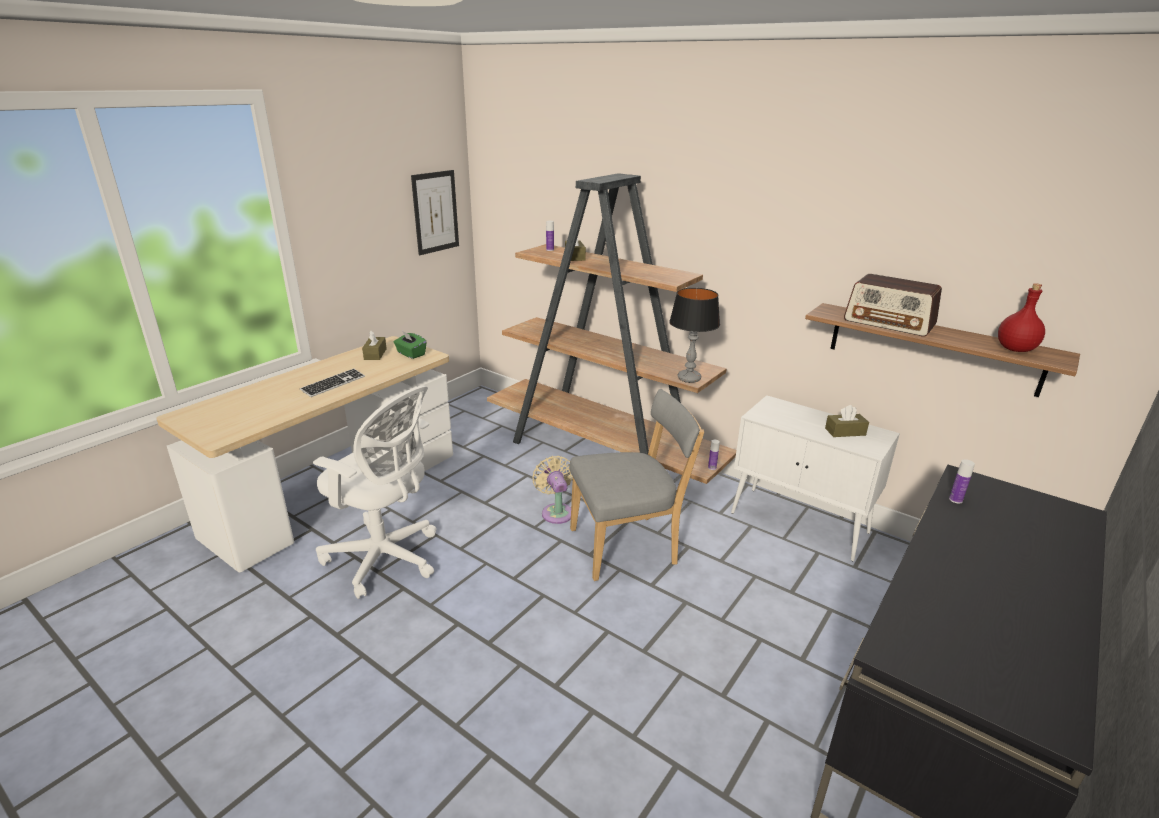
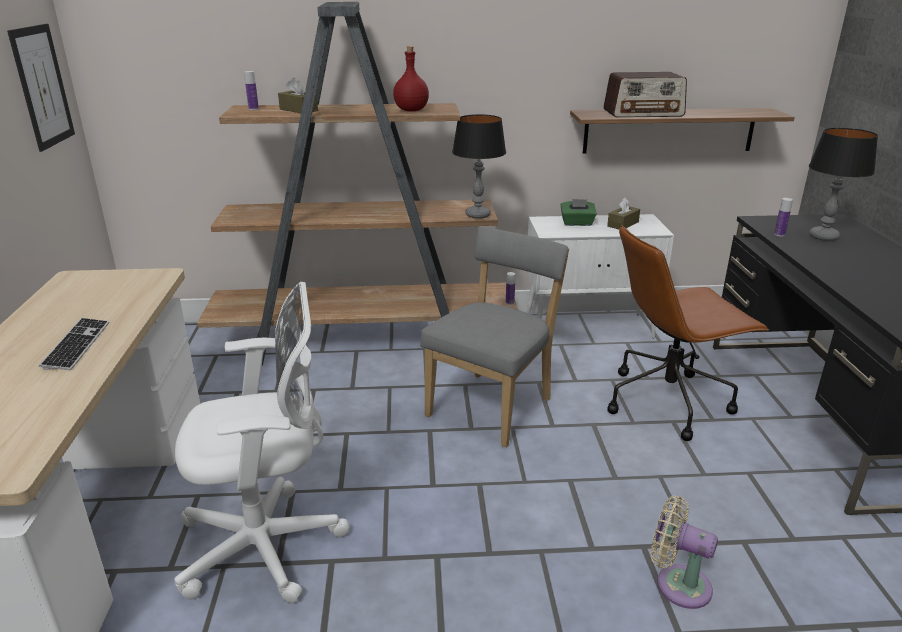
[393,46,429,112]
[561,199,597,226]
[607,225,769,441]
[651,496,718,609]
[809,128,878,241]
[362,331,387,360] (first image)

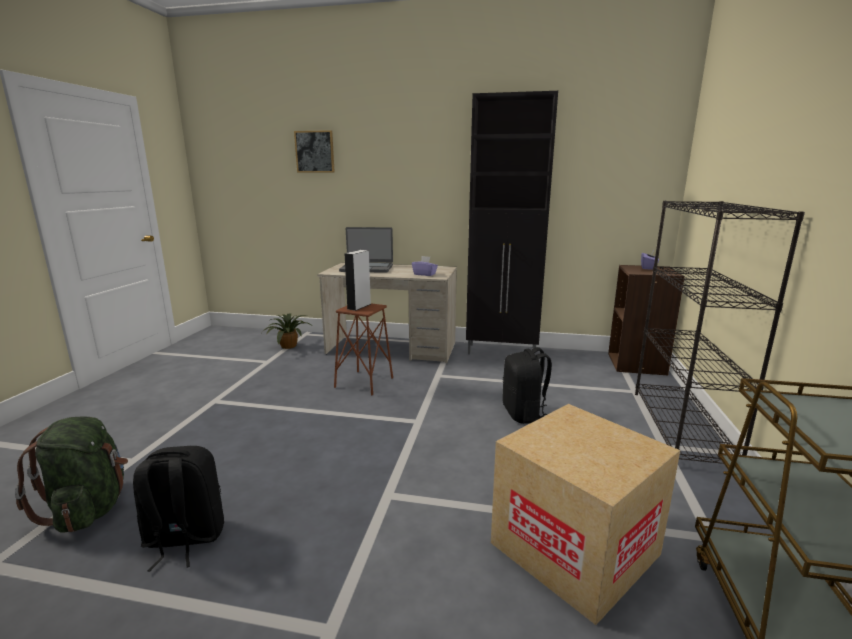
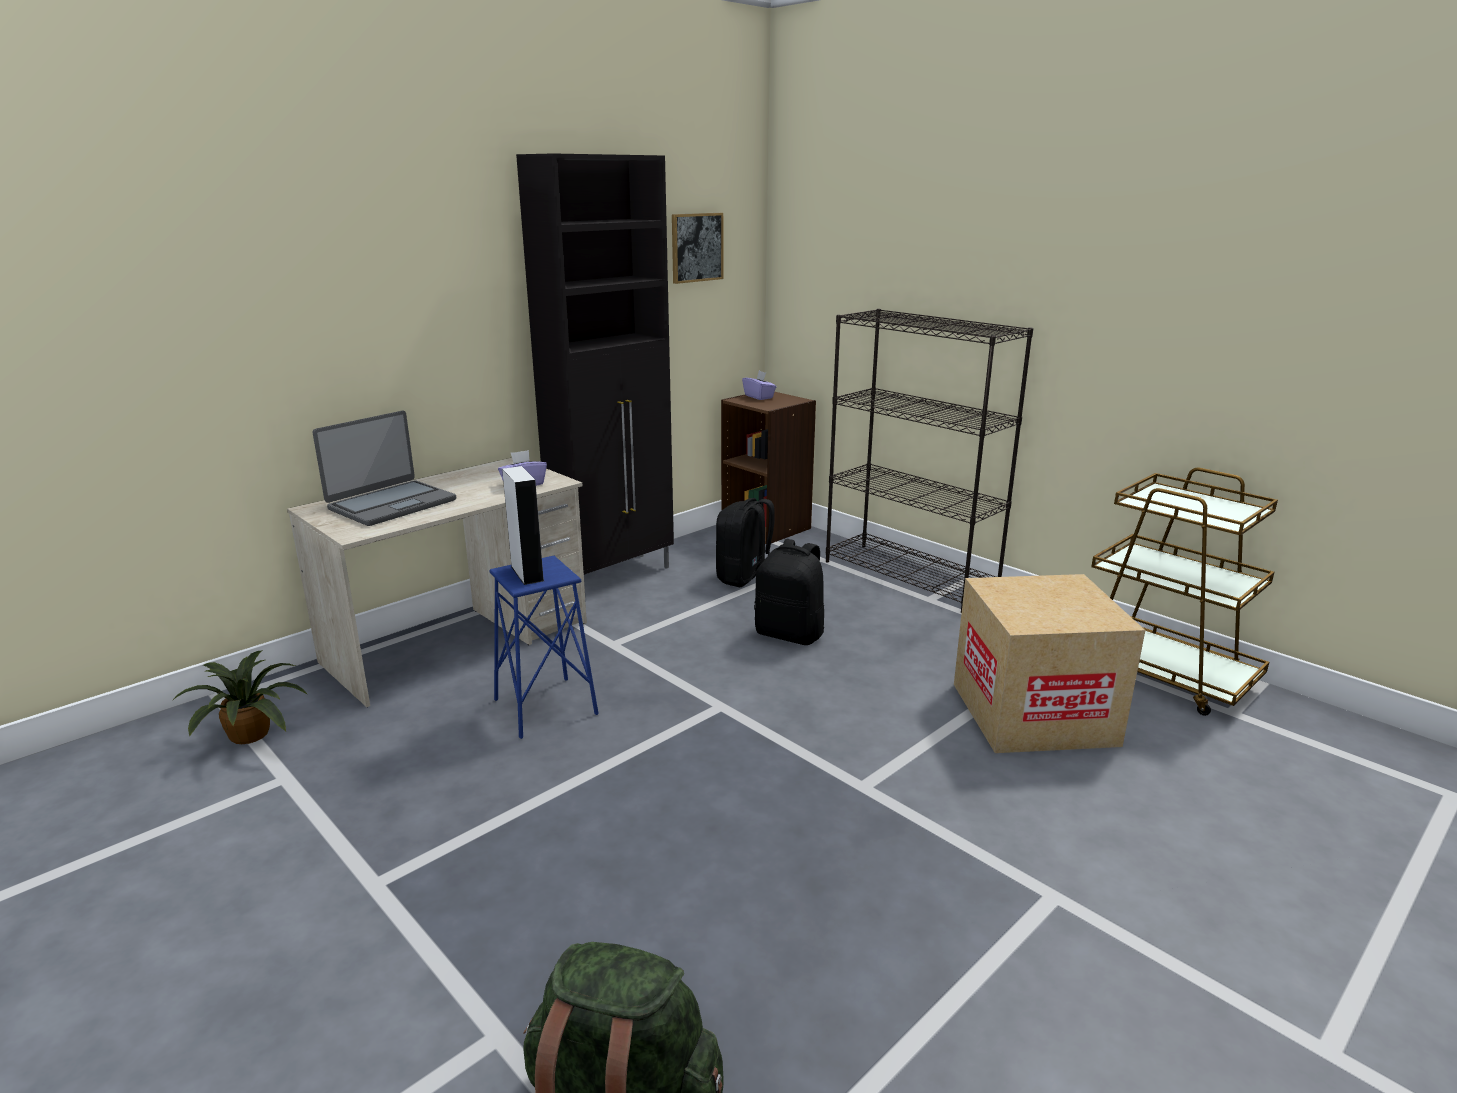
[489,556,599,739]
[672,213,723,284]
[716,498,775,587]

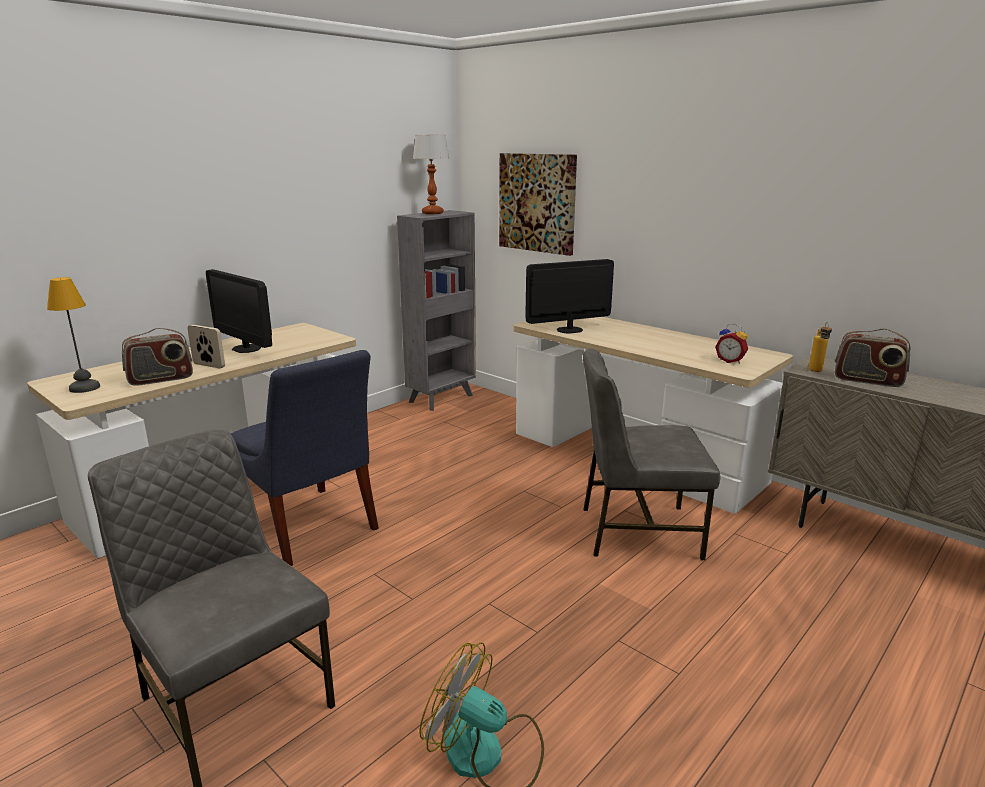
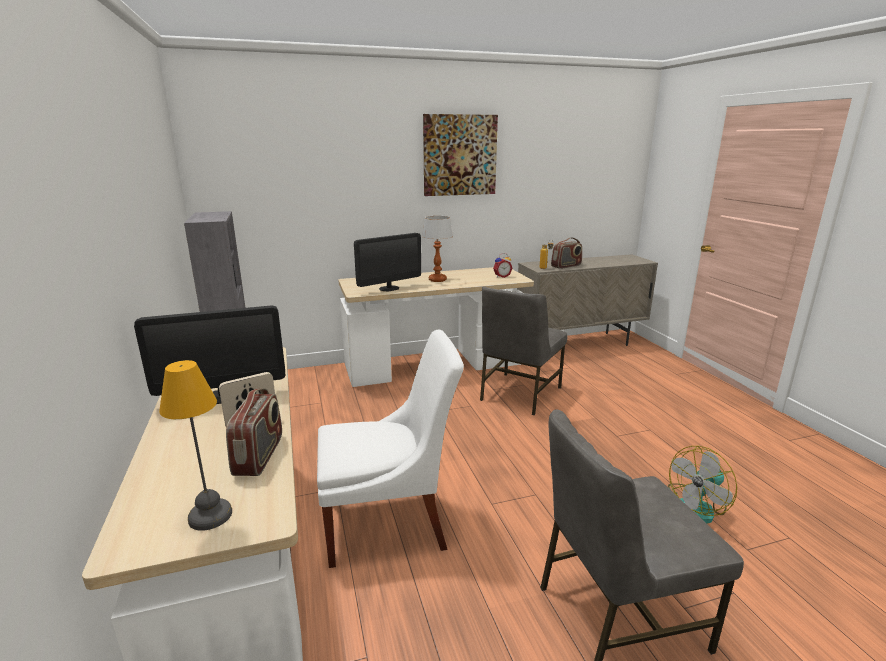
[317,330,464,568]
[354,233,421,291]
[422,216,453,282]
[423,114,498,196]

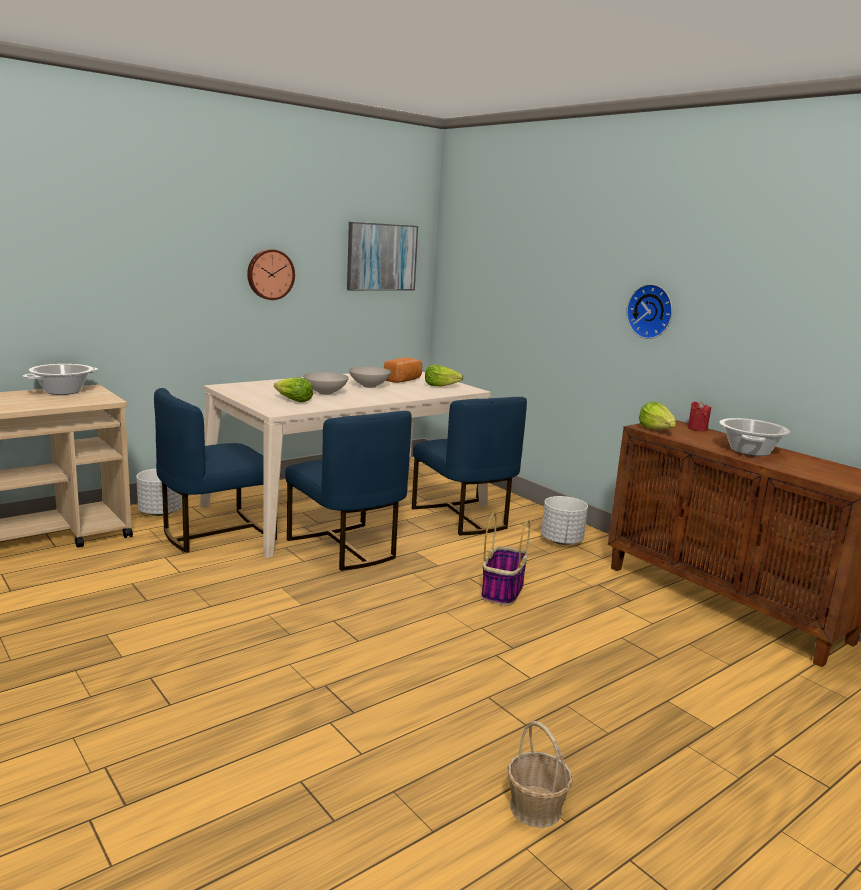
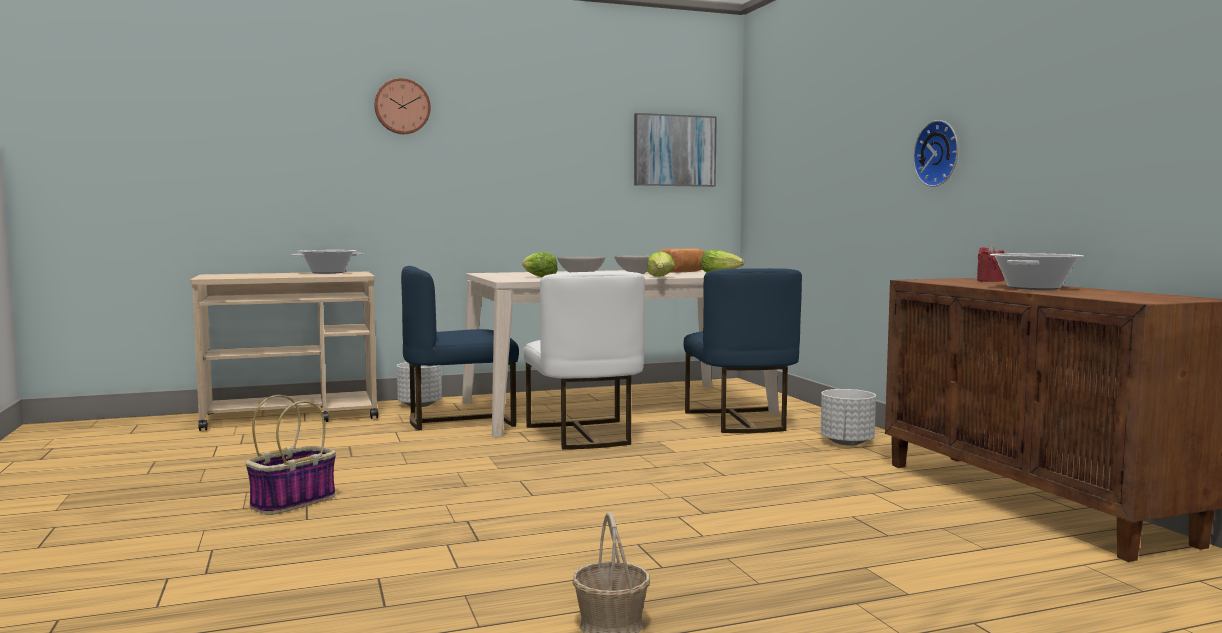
[245,395,336,515]
[374,78,431,134]
[523,272,645,449]
[647,251,675,277]

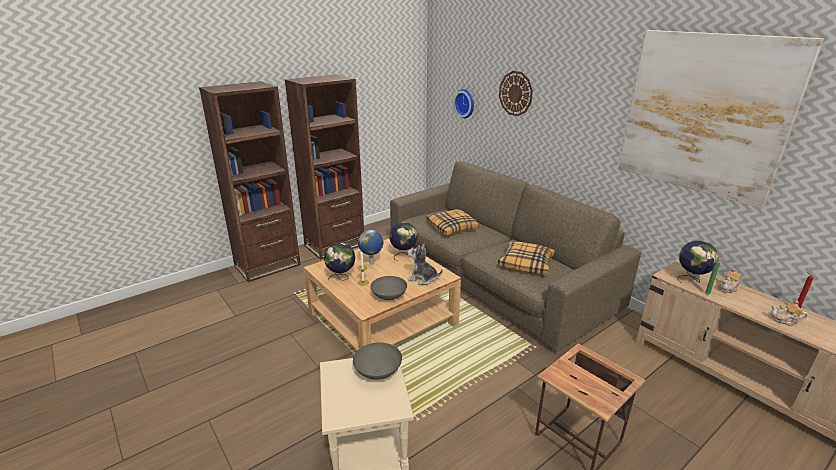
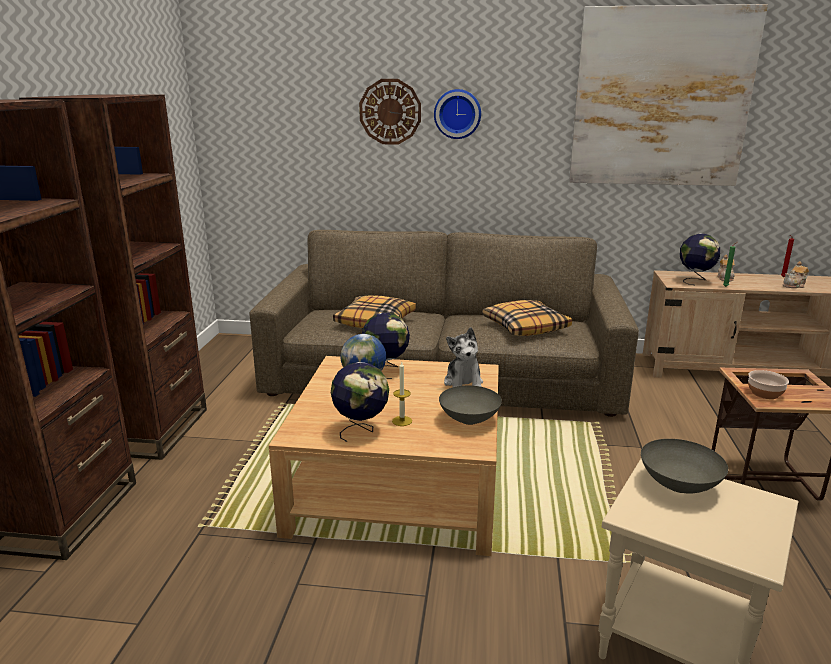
[434,89,481,139]
[444,327,483,387]
[748,370,789,399]

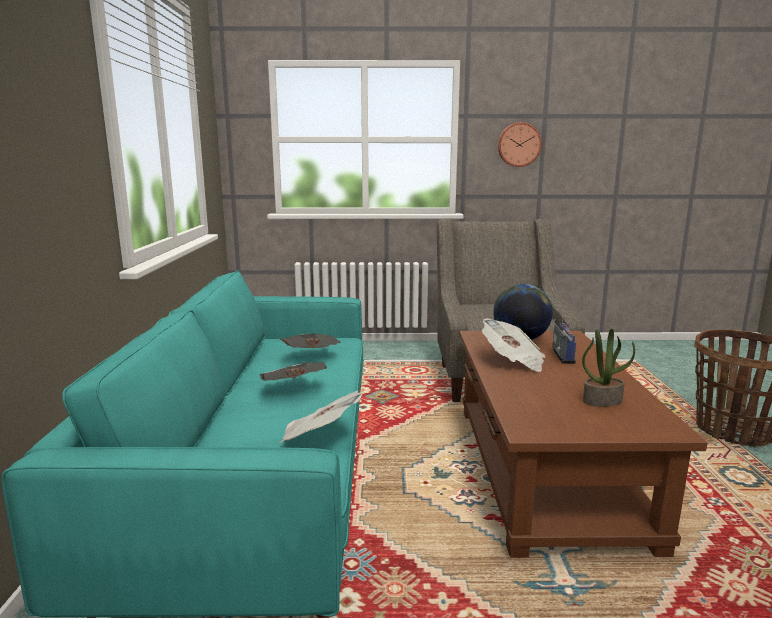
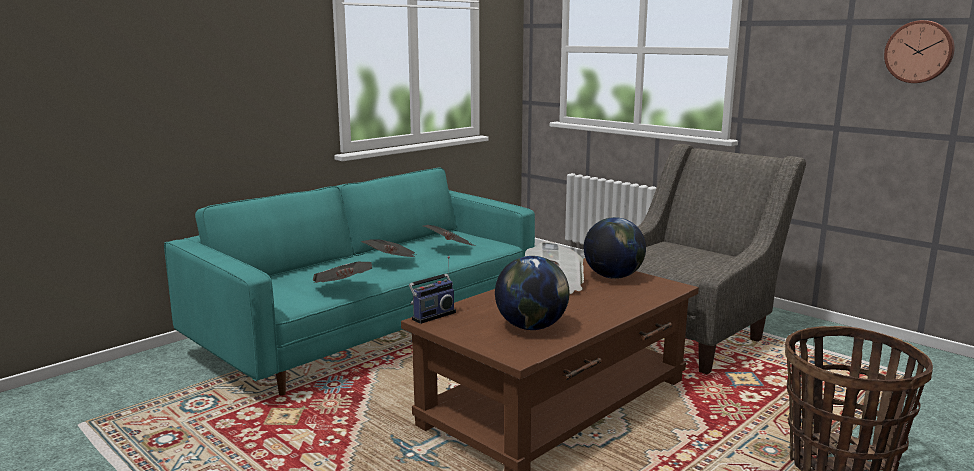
[409,256,456,324]
[495,256,570,330]
[884,20,955,83]

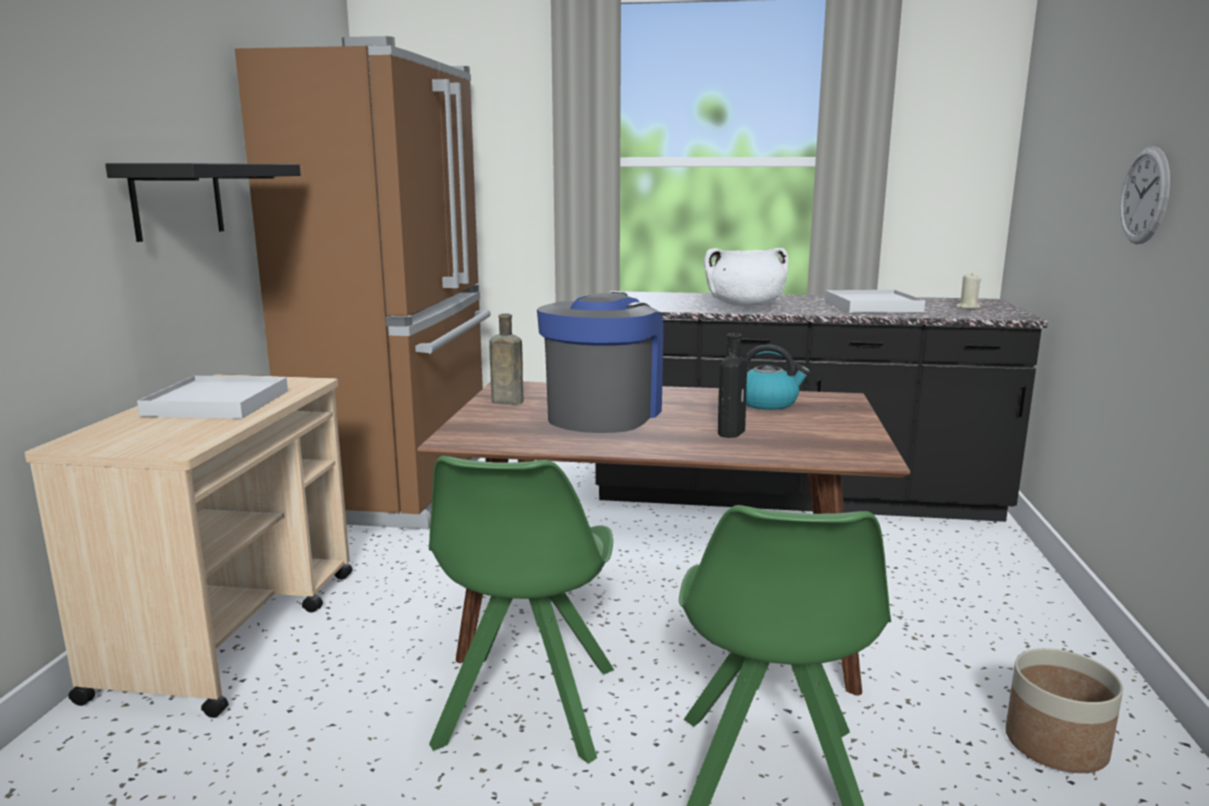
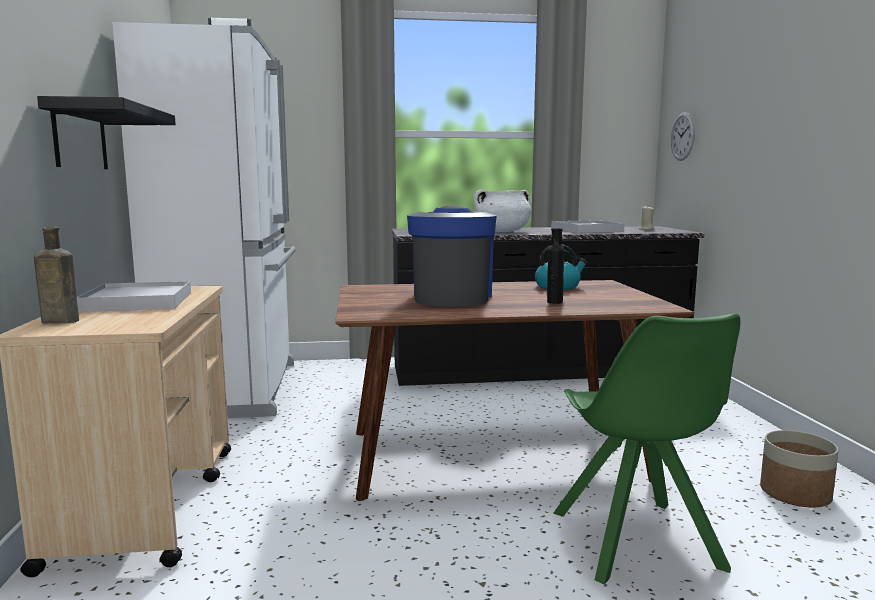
[34,227,79,324]
[112,18,296,418]
[671,112,695,161]
[429,456,614,764] (first image)

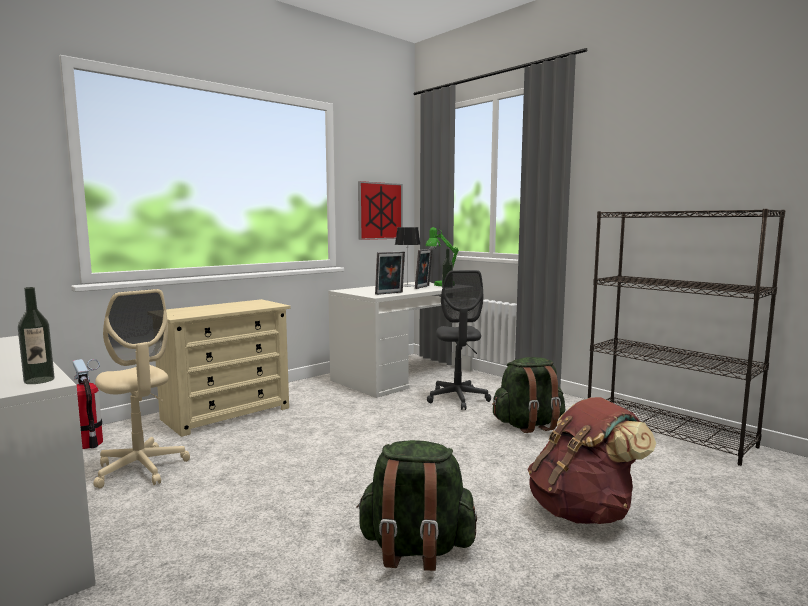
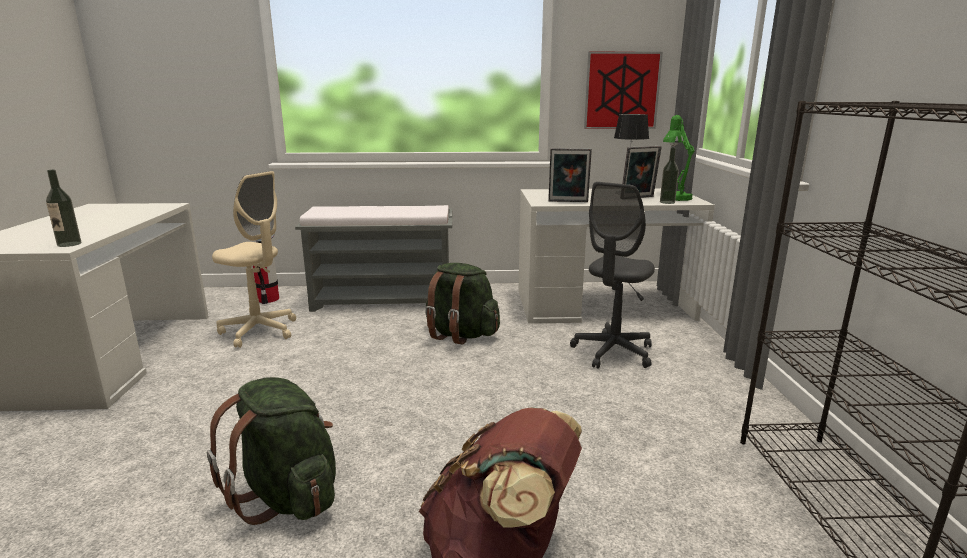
[212,171,296,348]
[295,205,453,312]
[425,263,500,344]

